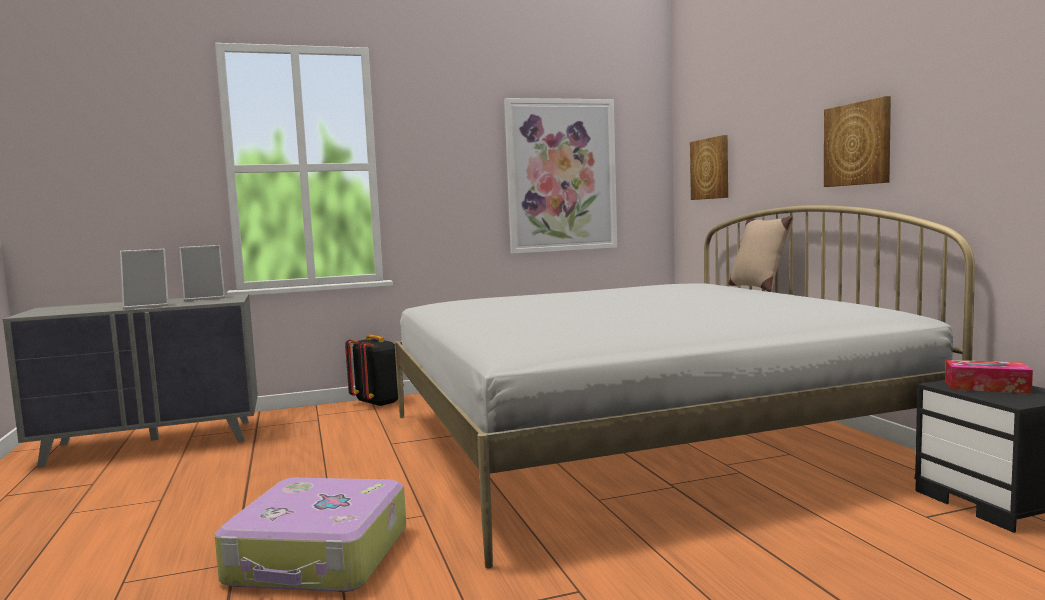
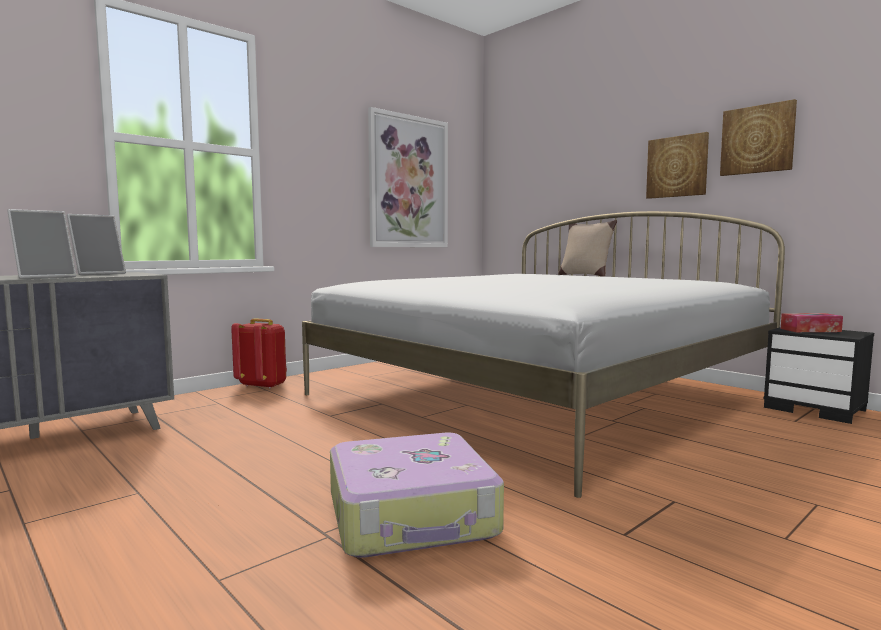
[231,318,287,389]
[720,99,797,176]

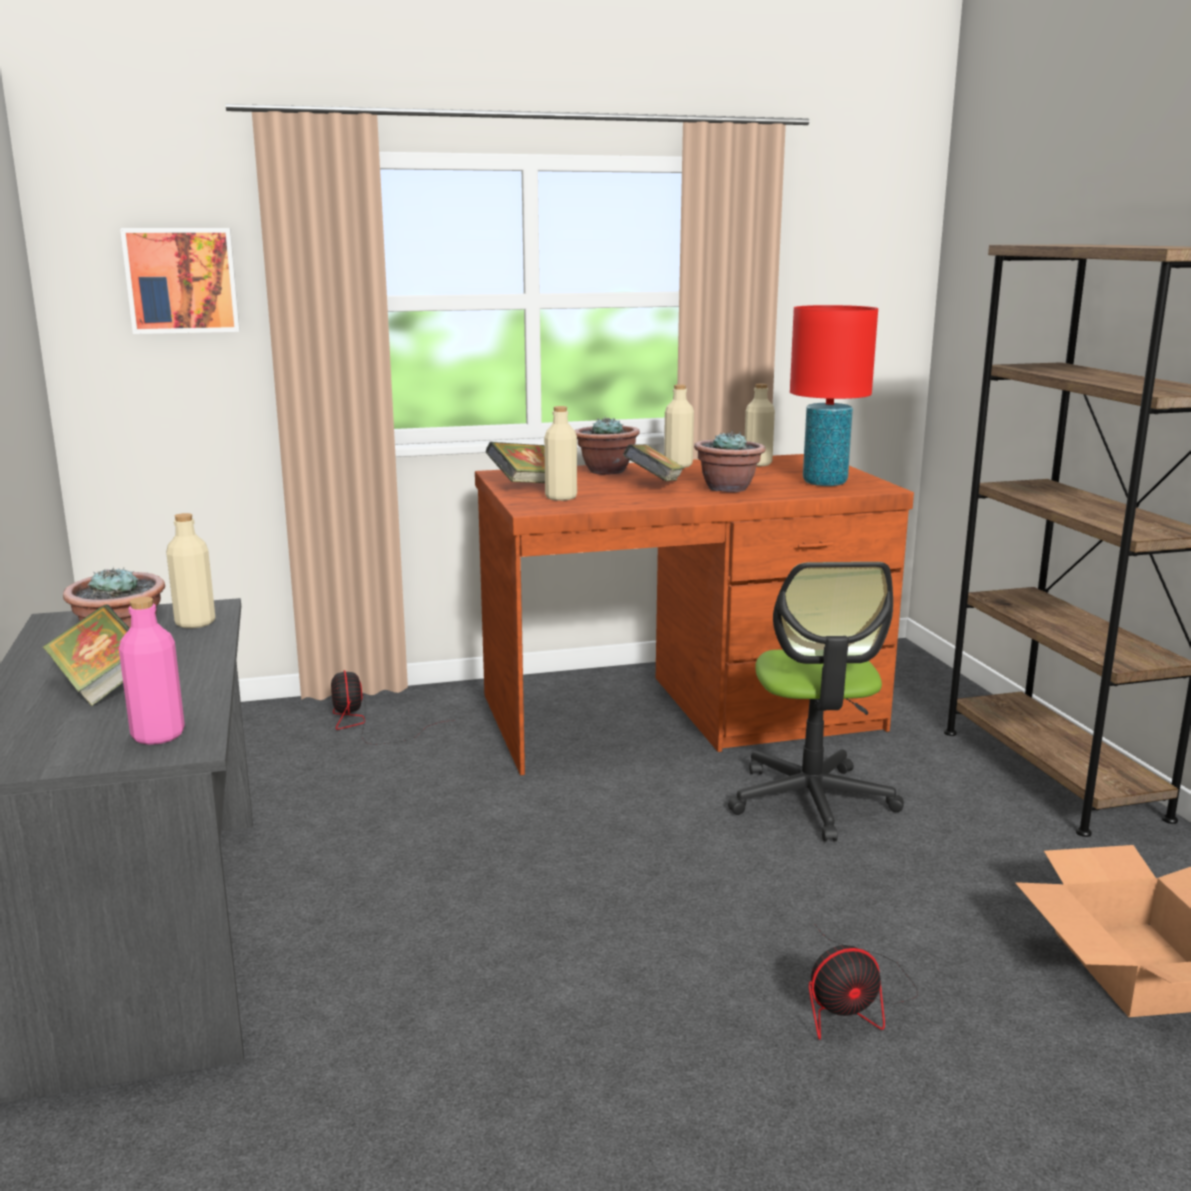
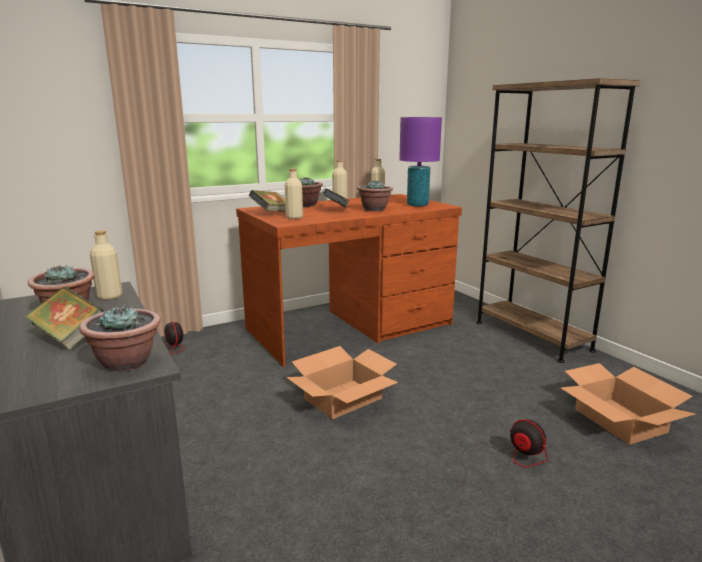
[79,304,161,372]
[286,346,398,419]
[399,117,442,207]
[458,419,548,487]
[120,228,240,334] (first image)
[728,562,904,842] (first image)

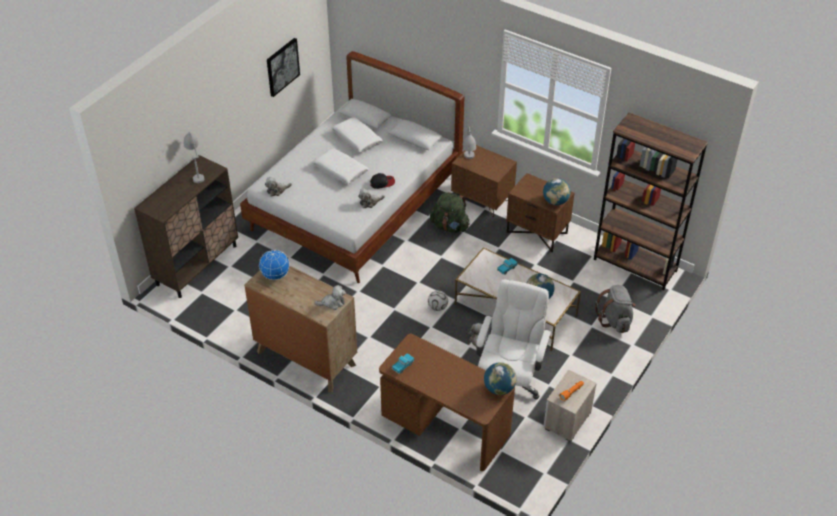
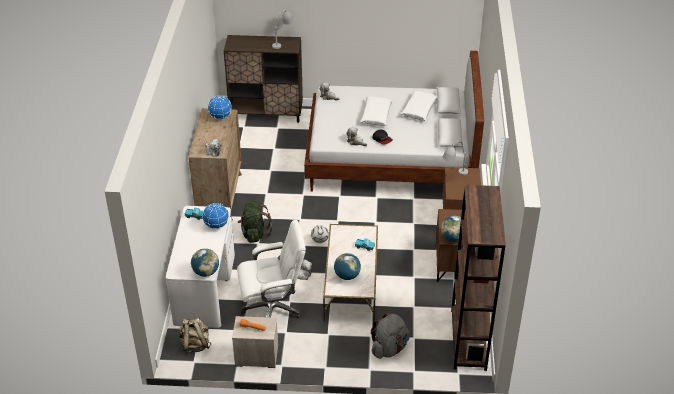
[166,206,235,328]
[179,318,211,353]
[202,203,229,229]
[238,201,272,243]
[267,38,300,97] (first image)

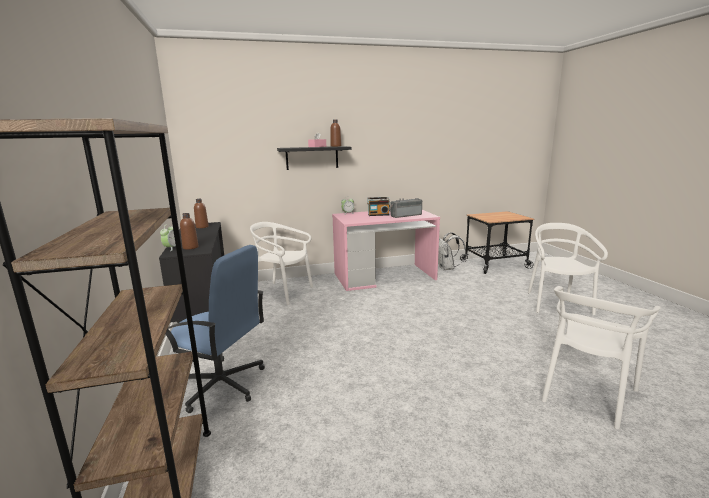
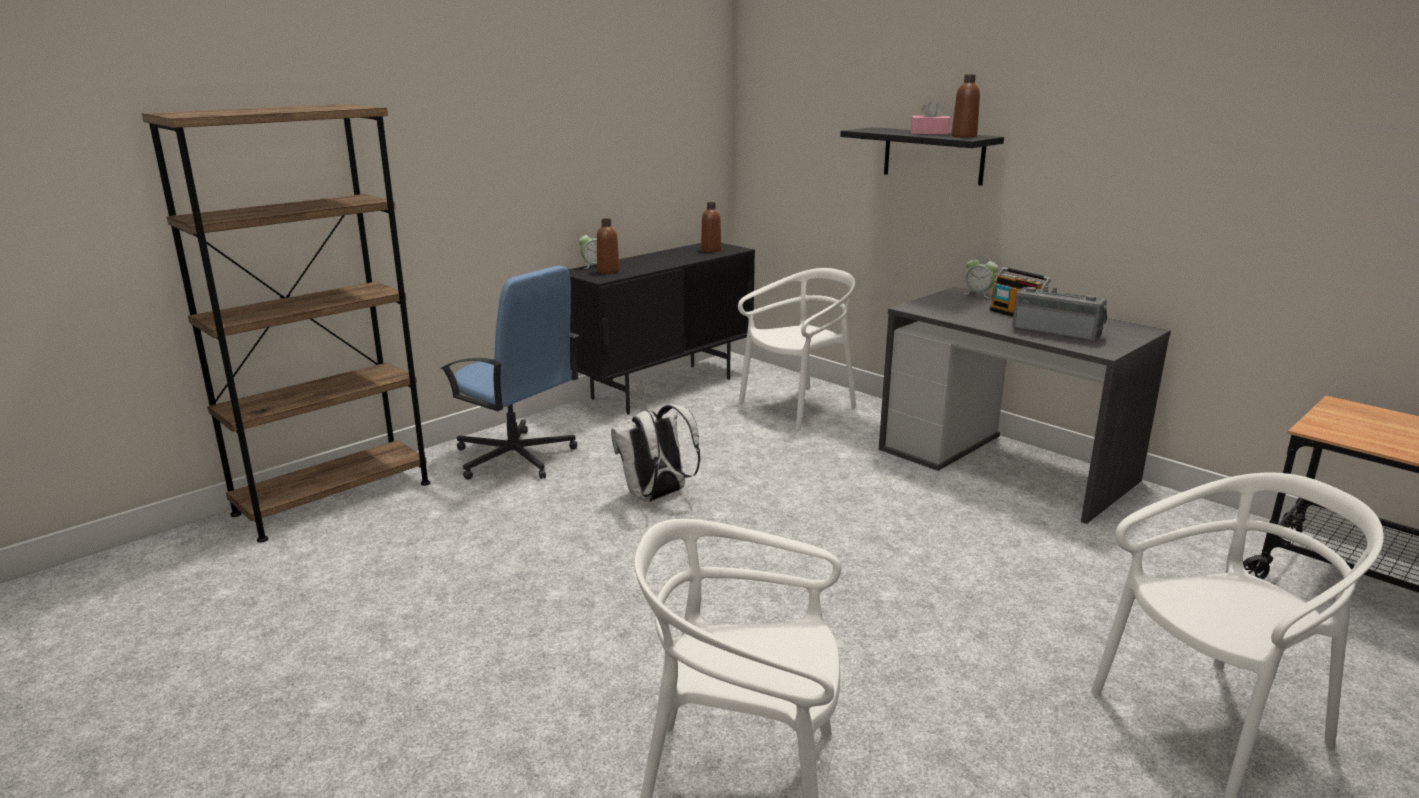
[440,266,579,480]
[611,404,700,502]
[738,268,856,430]
[879,287,1171,524]

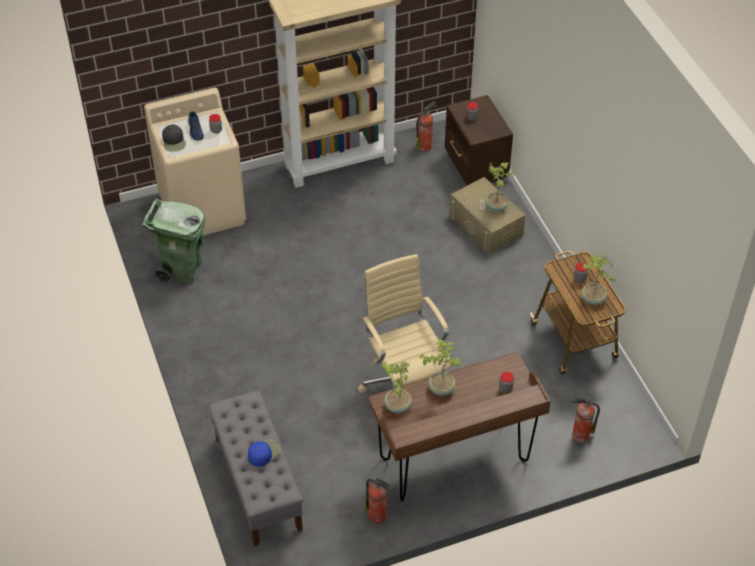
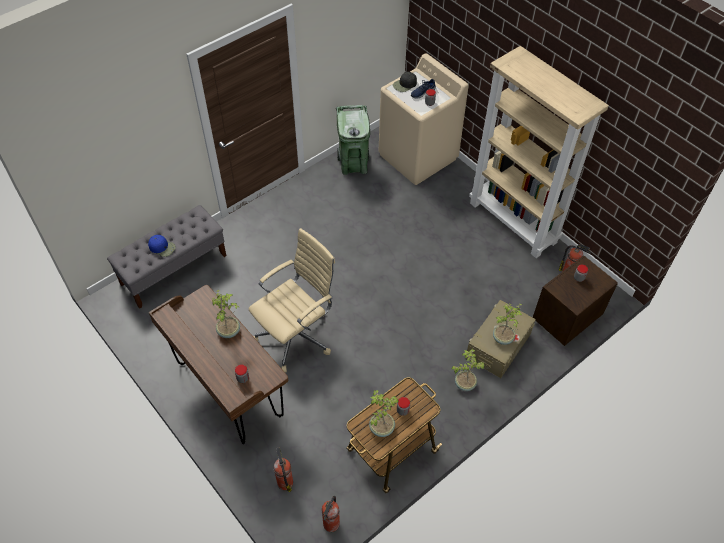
[322,496,340,532]
[452,349,485,391]

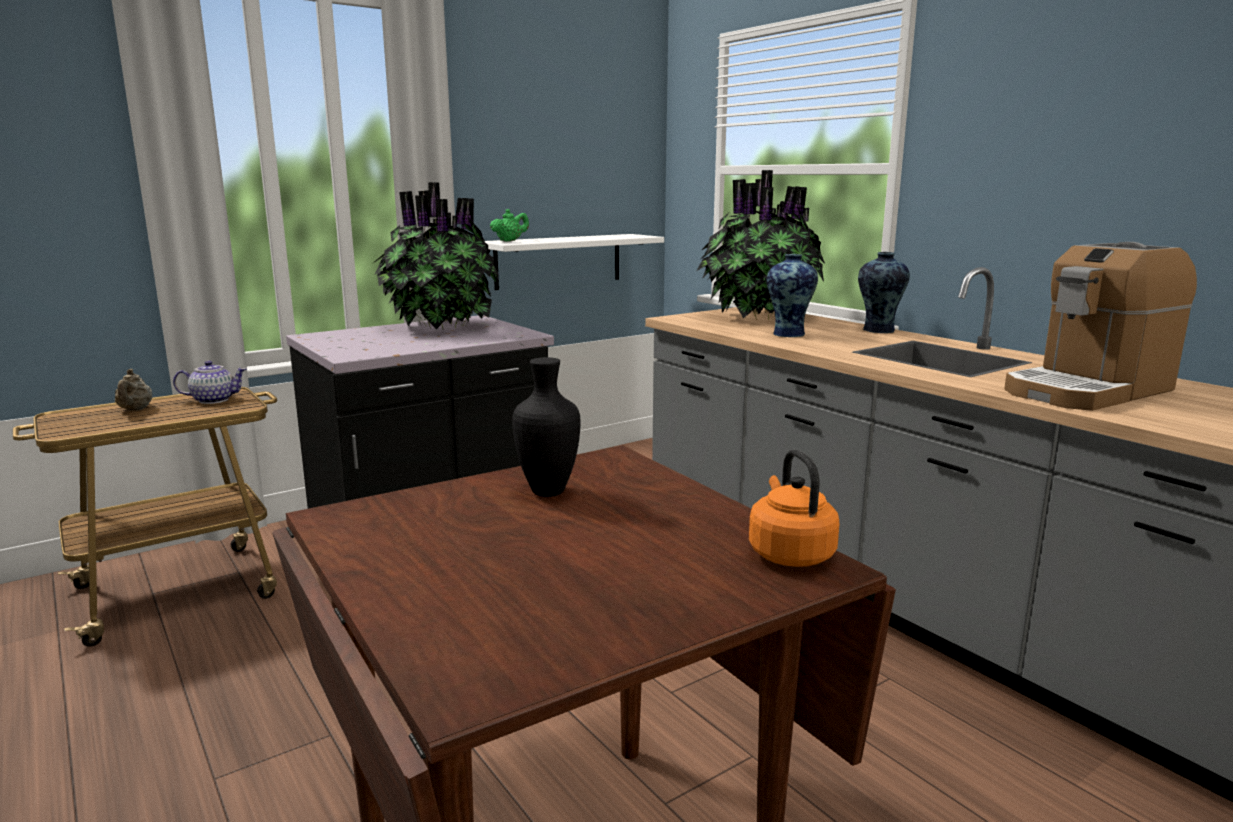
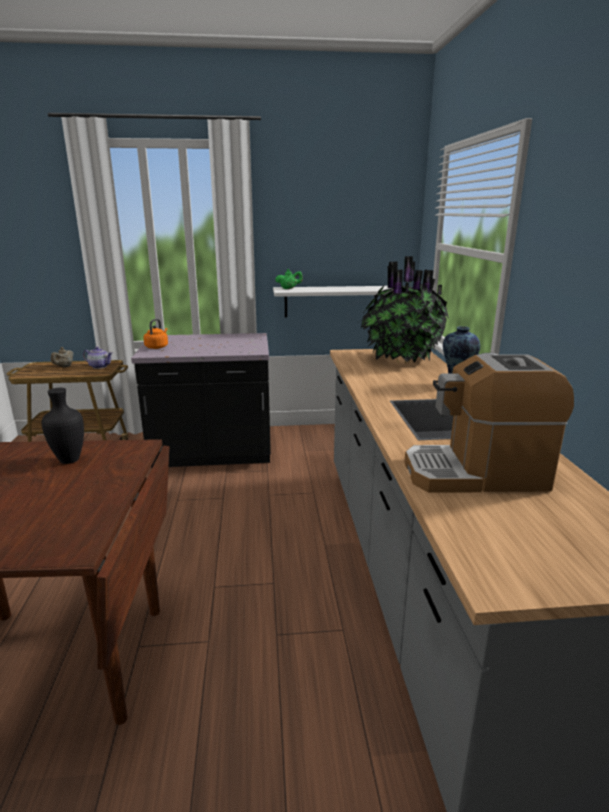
[143,319,168,349]
[372,182,500,329] (first image)
[767,254,818,337] (first image)

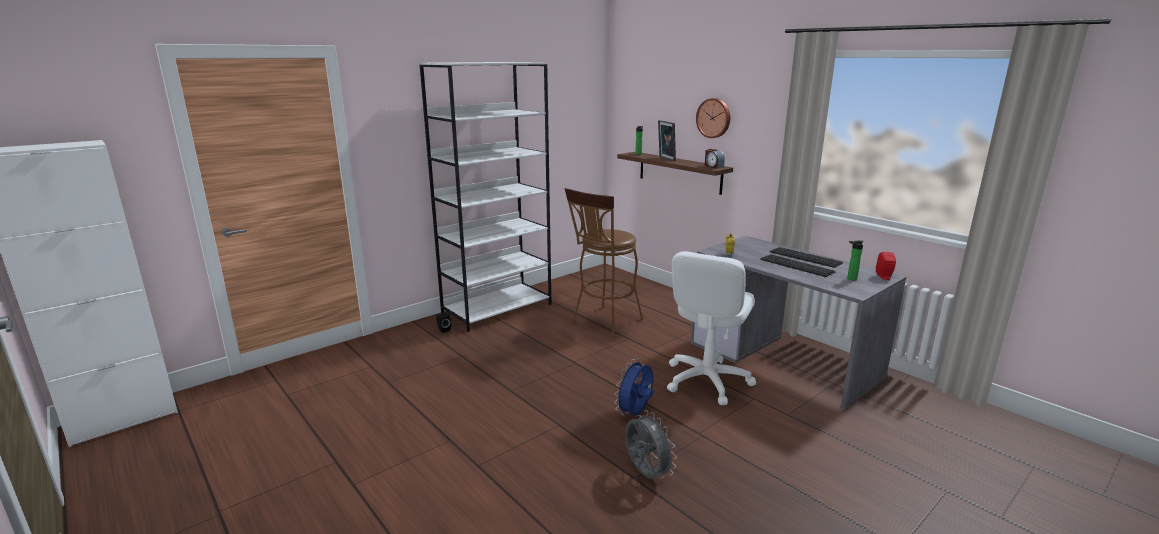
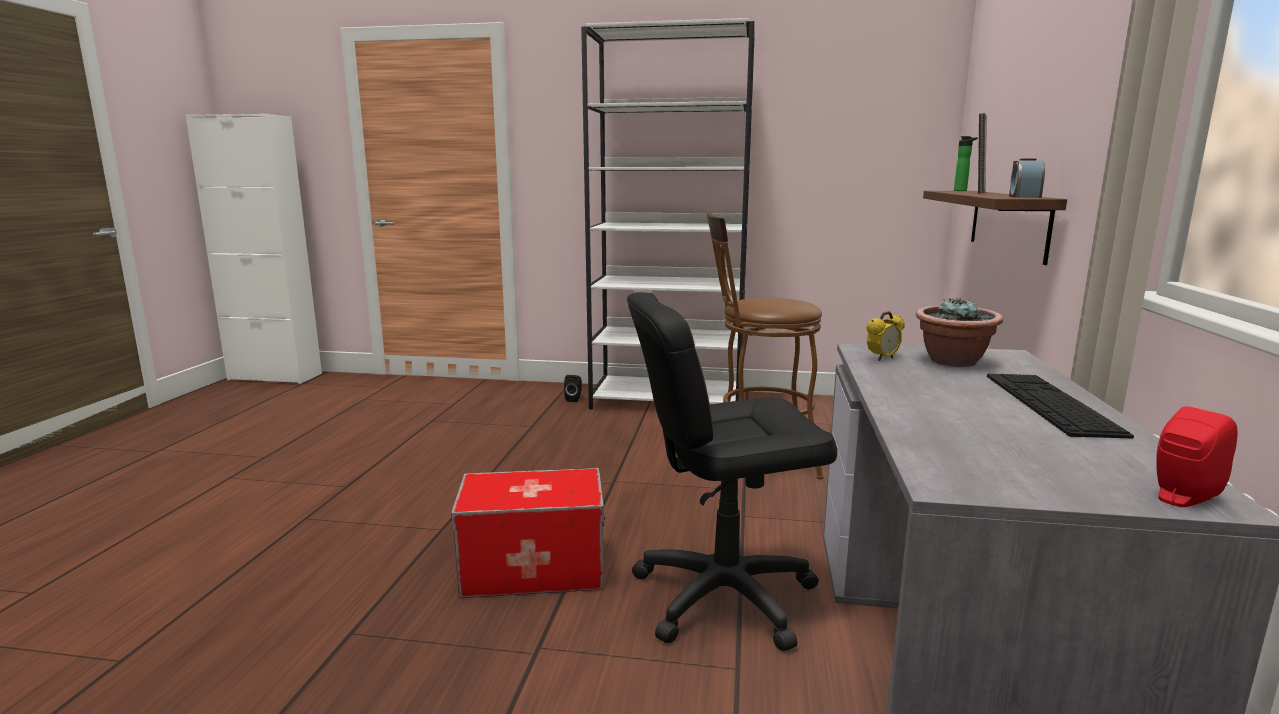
[451,468,605,598]
[627,292,837,651]
[916,297,1003,367]
[625,410,677,479] (first image)
[696,98,730,138] (first image)
[760,254,836,277] (first image)
[847,240,864,280] (first image)

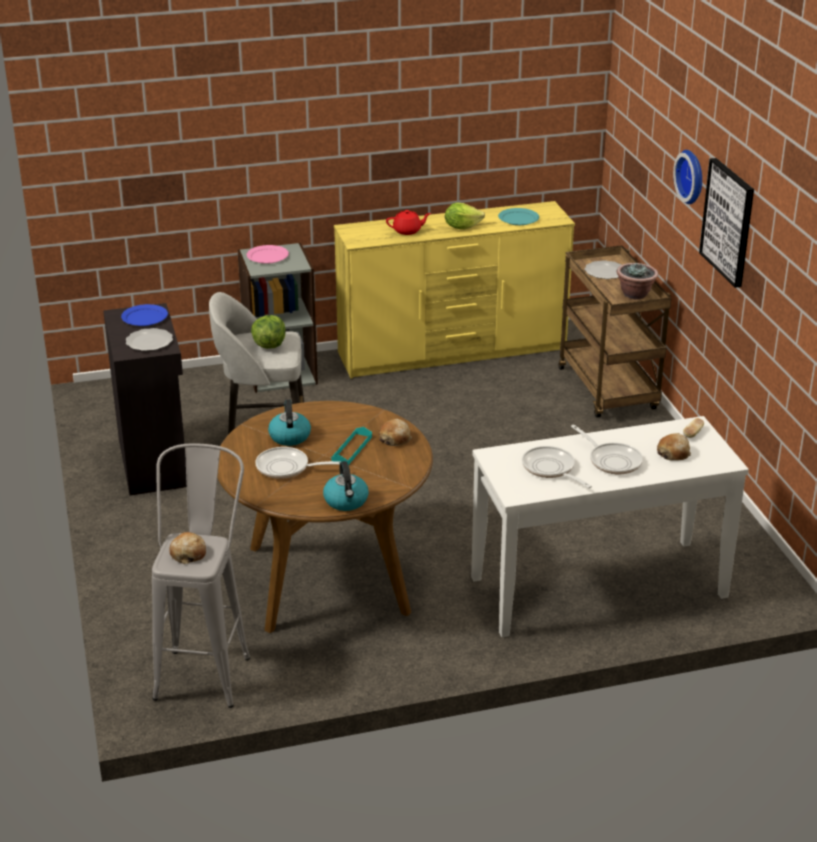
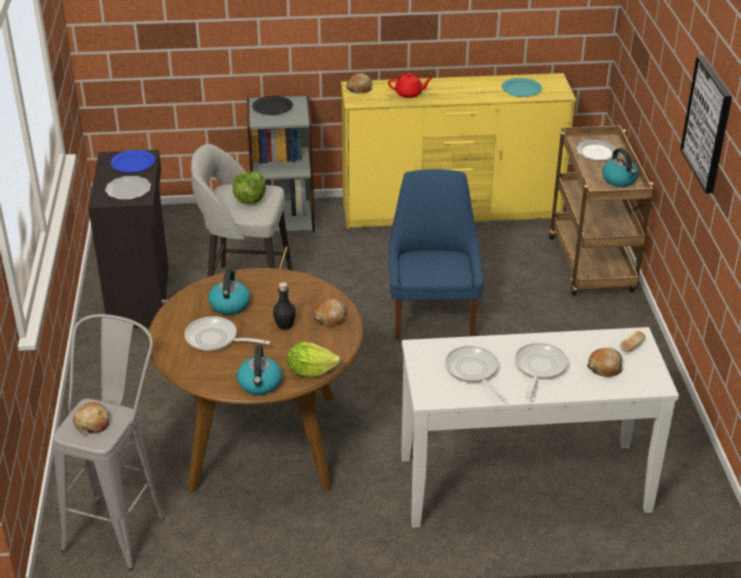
[252,96,293,115]
[273,282,296,330]
[287,342,341,378]
[346,73,373,94]
[389,169,484,340]
[514,342,568,399]
[602,148,639,187]
[673,150,702,204] (first image)

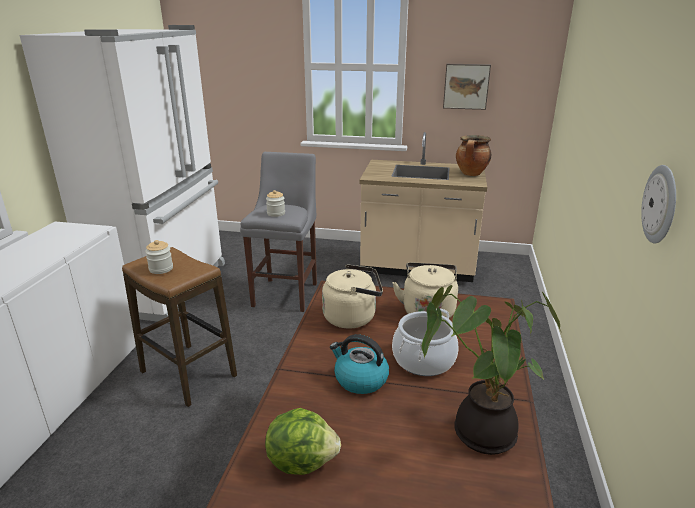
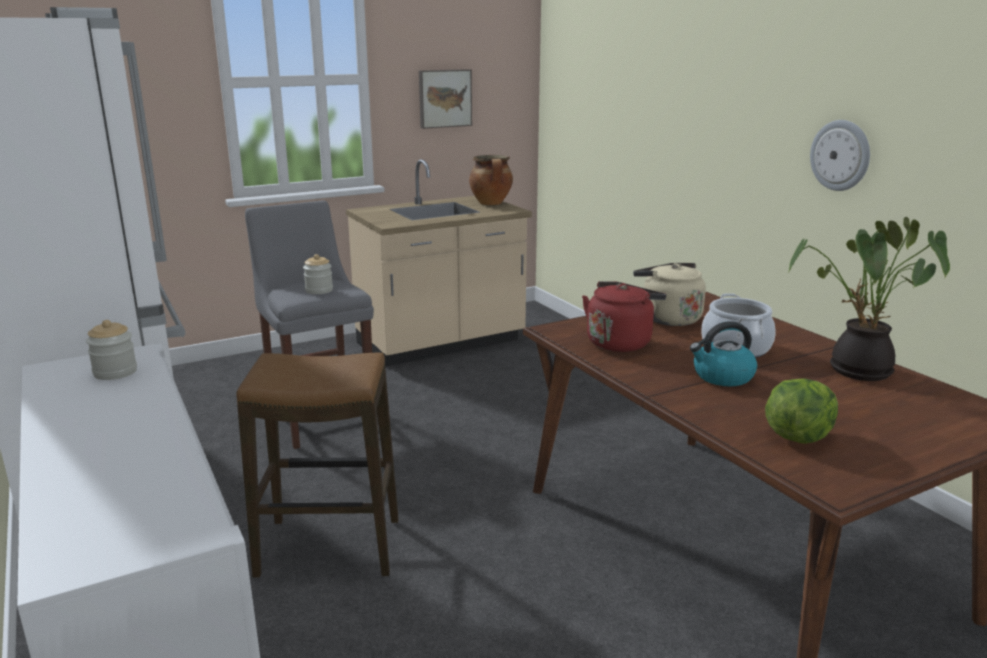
[86,320,137,380]
[582,281,666,352]

